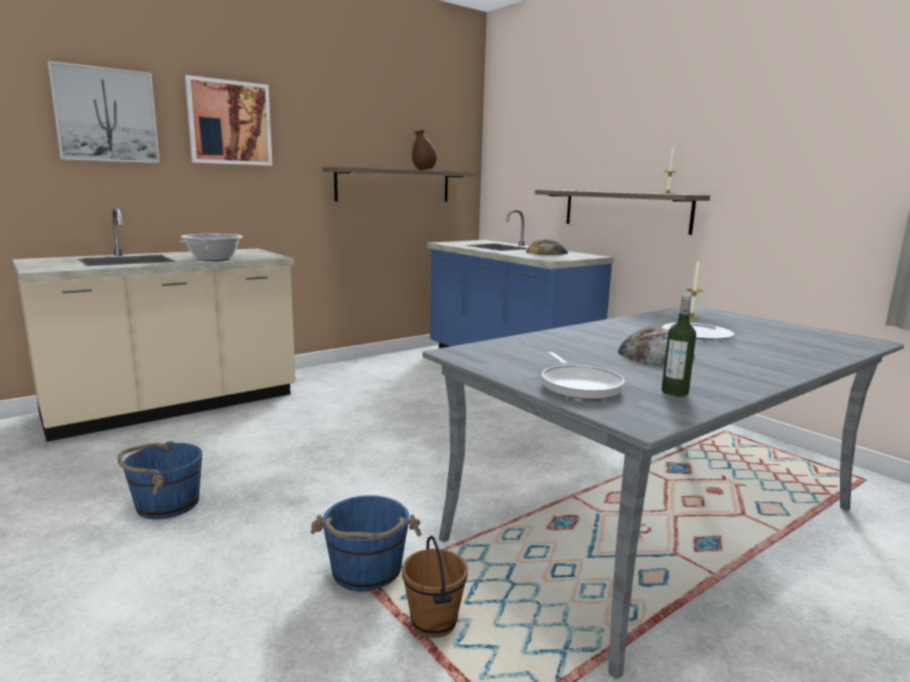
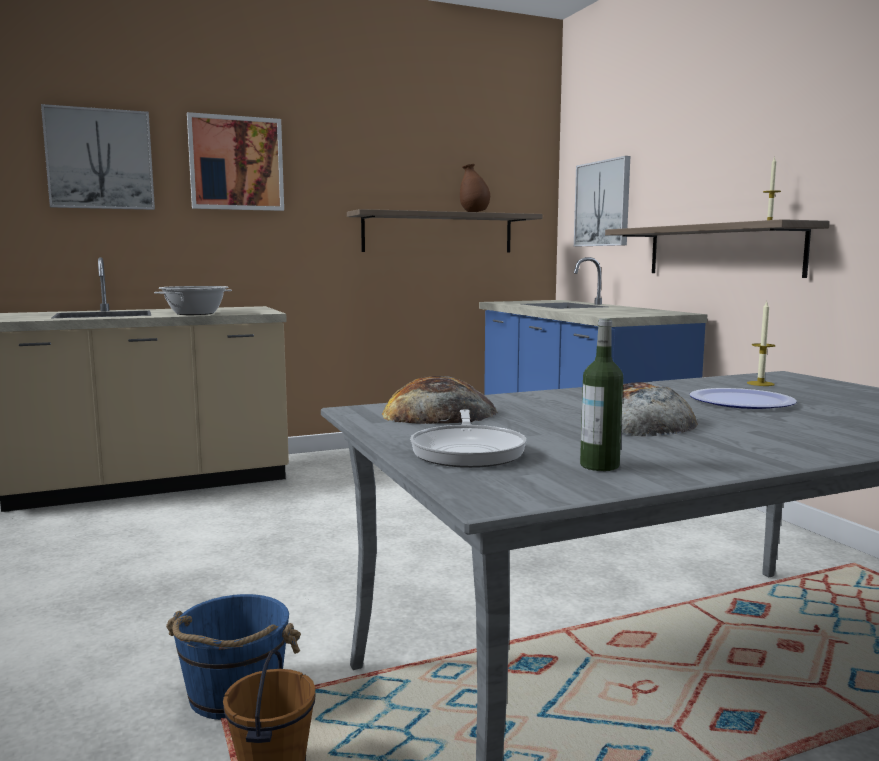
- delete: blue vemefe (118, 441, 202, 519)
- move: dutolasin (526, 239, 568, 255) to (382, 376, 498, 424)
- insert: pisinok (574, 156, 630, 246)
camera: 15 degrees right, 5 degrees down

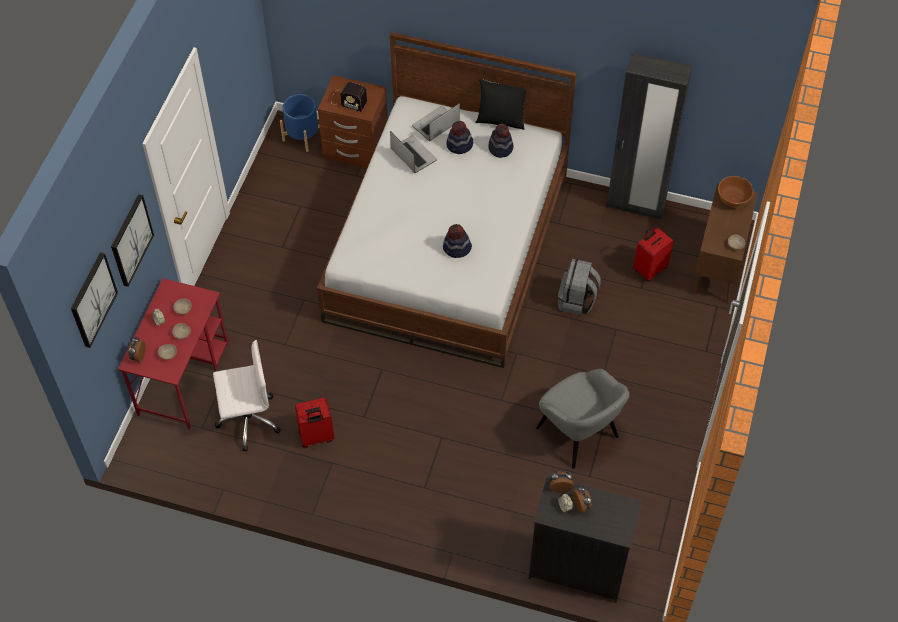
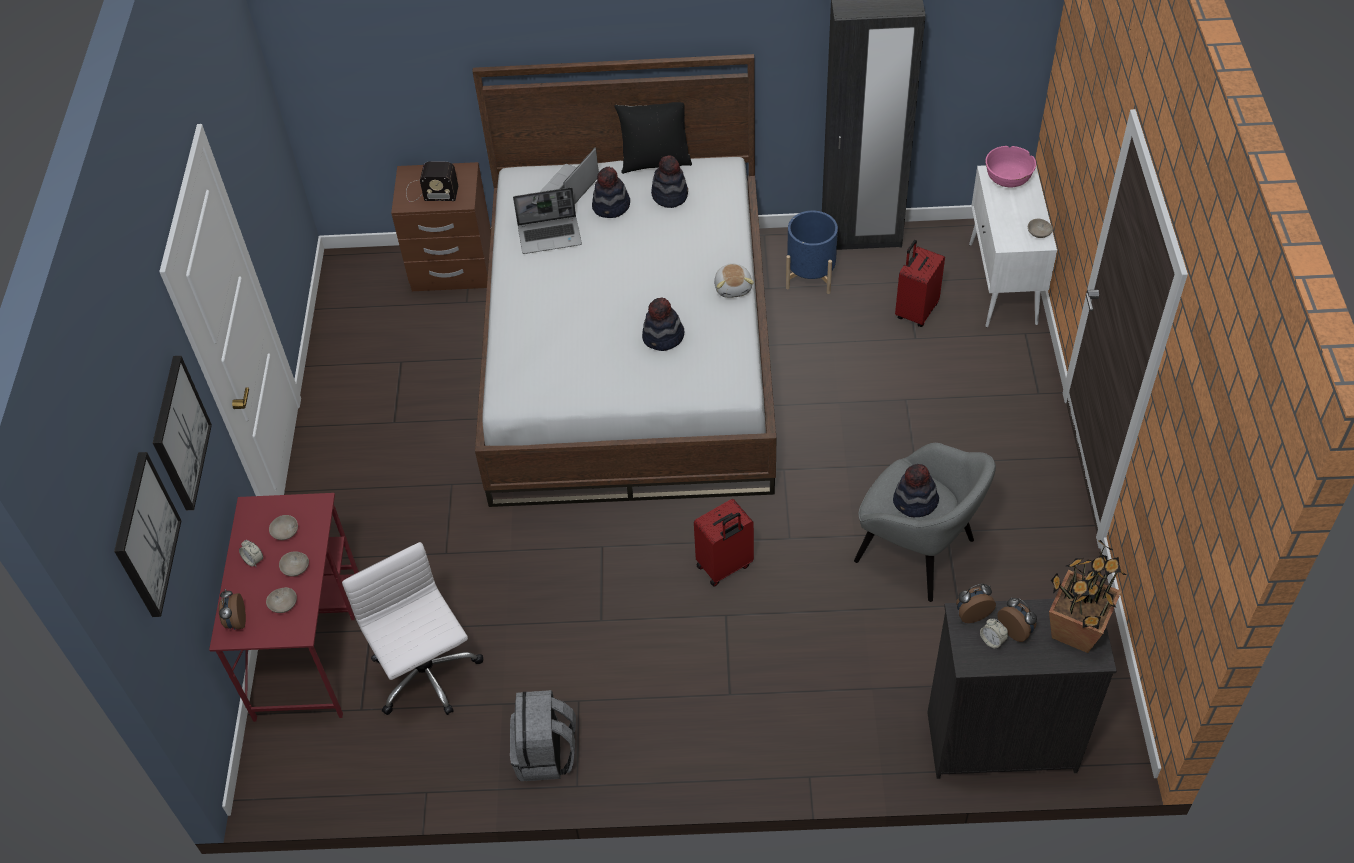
- rotate: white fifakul (213, 340, 281, 452) = (342, 542, 484, 715) 90 degrees counterclockwise
- move: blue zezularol (280, 94, 320, 152) to (786, 211, 838, 294)
- move: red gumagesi (295, 398, 334, 448) to (694, 499, 754, 587)
- rotate: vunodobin (390, 131, 437, 173) = (513, 187, 582, 254) 135 degrees clockwise
- move: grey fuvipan (558, 259, 601, 315) to (510, 690, 576, 781)
- recolor: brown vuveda (692, 183, 758, 303) to white vuveda (969, 165, 1057, 327)
- recolor: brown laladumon (718, 176, 754, 207) to pink laladumon (985, 146, 1036, 188)
- insert: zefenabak (714, 263, 754, 298)
- insert: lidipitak (893, 464, 939, 518)
- insert: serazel (1049, 540, 1126, 653)
camera: 15 degrees left, 5 degrees down

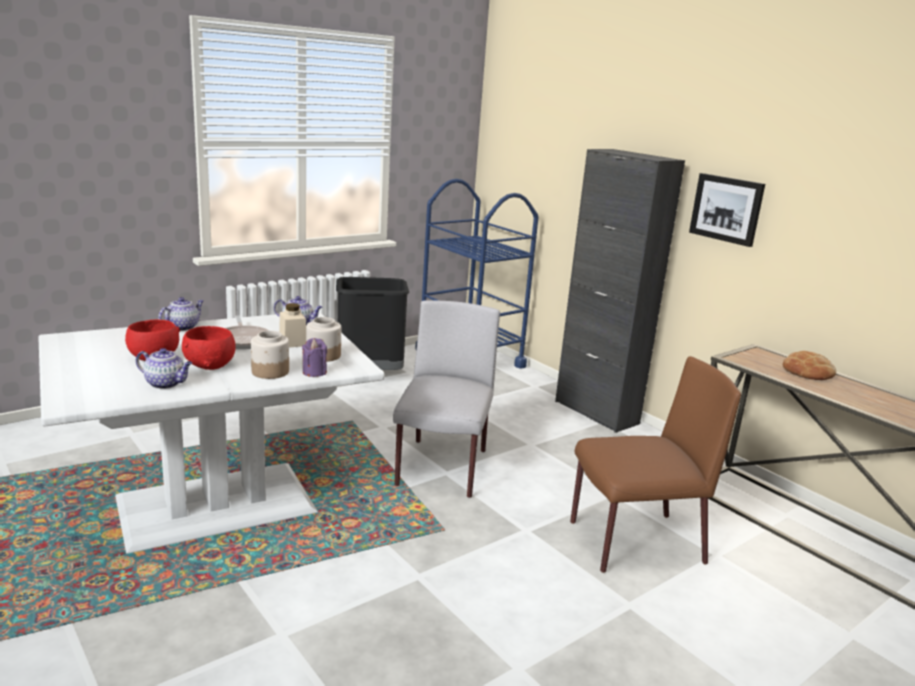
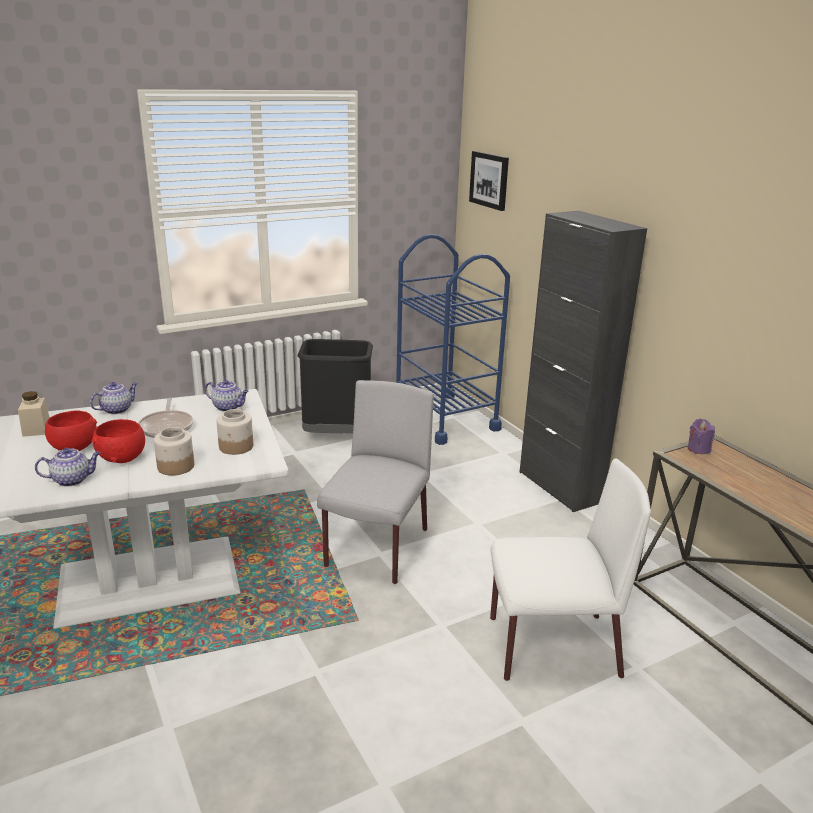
- rotate: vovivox (136, 348, 192, 389) = (35, 448, 101, 487) 45 degrees counterclockwise
- move: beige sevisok (279, 303, 306, 348) to (18, 391, 50, 437)
- move: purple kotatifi (302, 338, 327, 377) to (688, 419, 715, 454)
- recolor: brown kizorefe (570, 356, 741, 573) to white kizorefe (490, 458, 651, 681)
- move: pisinok (689, 173, 765, 247) to (469, 151, 509, 211)
- delete: dutolasin (783, 351, 836, 380)
camera: 10 degrees right, 5 degrees up

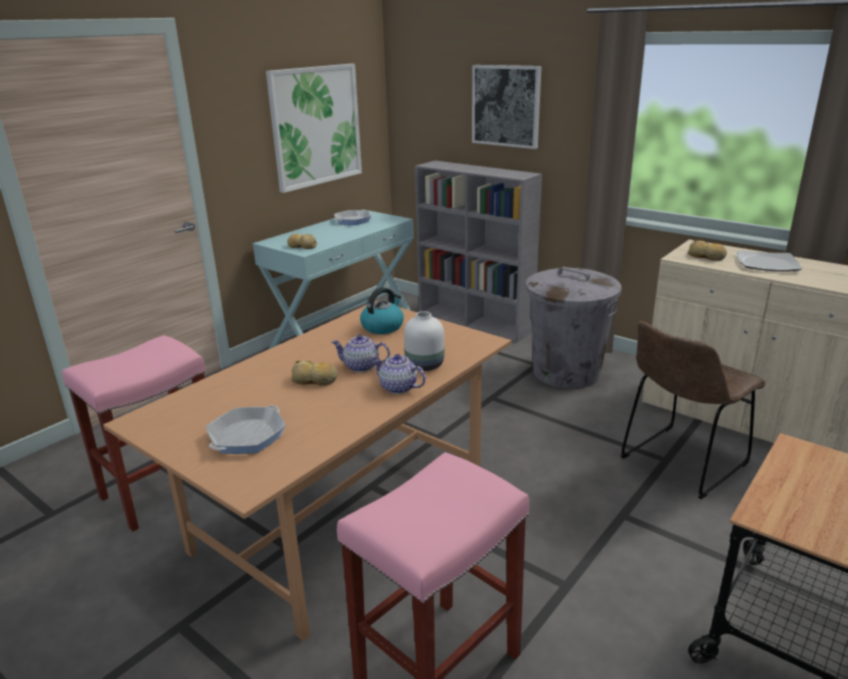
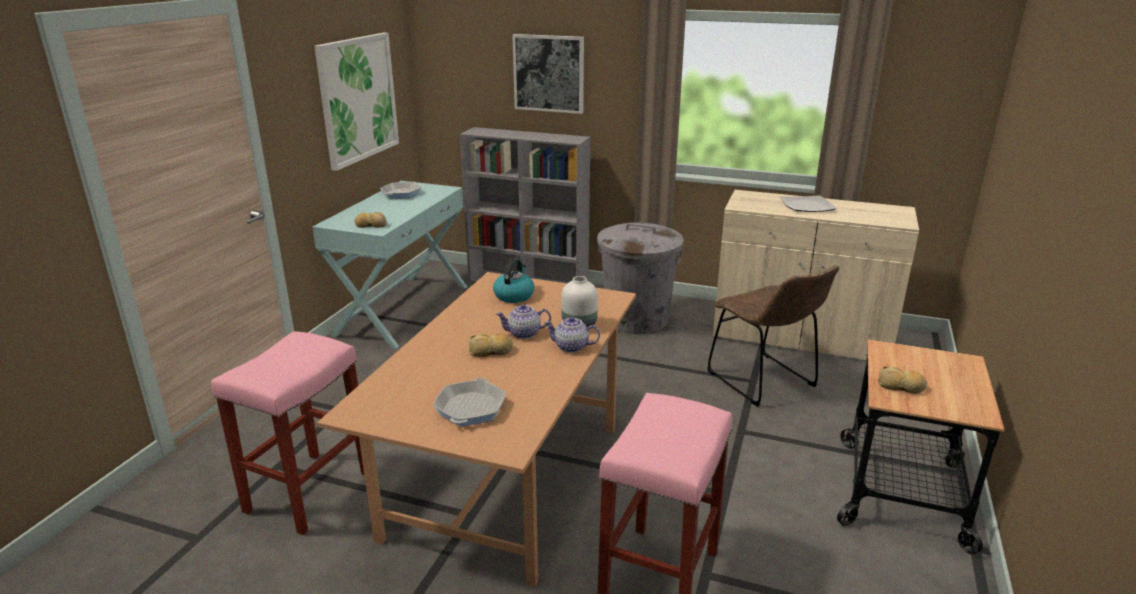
- rotate: brown kizorefe (621, 321, 766, 499) = (707, 265, 839, 407) 60 degrees counterclockwise
- move: dutolasin (687, 240, 727, 261) to (878, 366, 927, 394)
camera: 20 degrees left, 0 degrees up

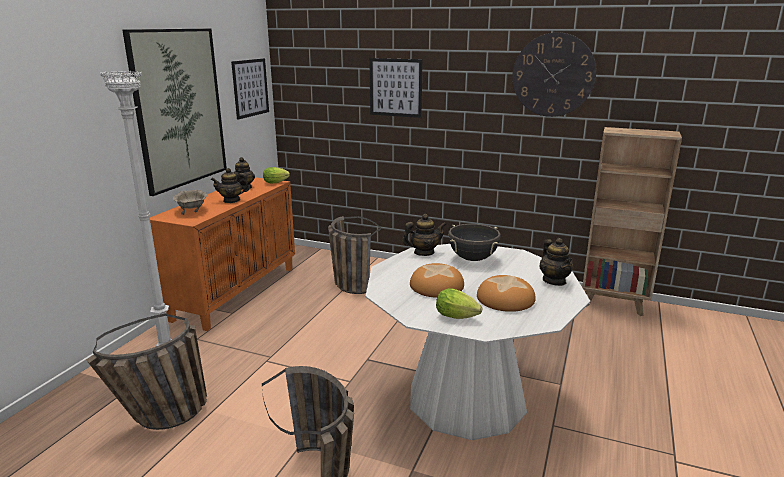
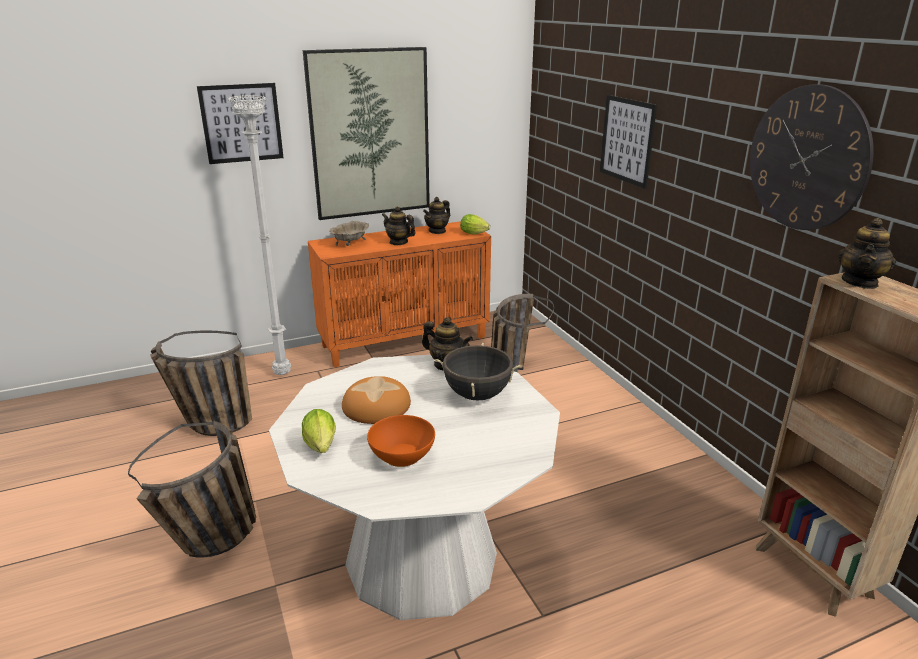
- move: pisinok (231, 58, 269, 120) to (197, 83, 284, 164)
- replace: dutolasin (477, 275, 536, 312) to orange laladumon (367, 415, 435, 467)
- move: vovivox (539, 238, 573, 286) to (838, 218, 896, 289)
camera: 45 degrees right, 5 degrees up

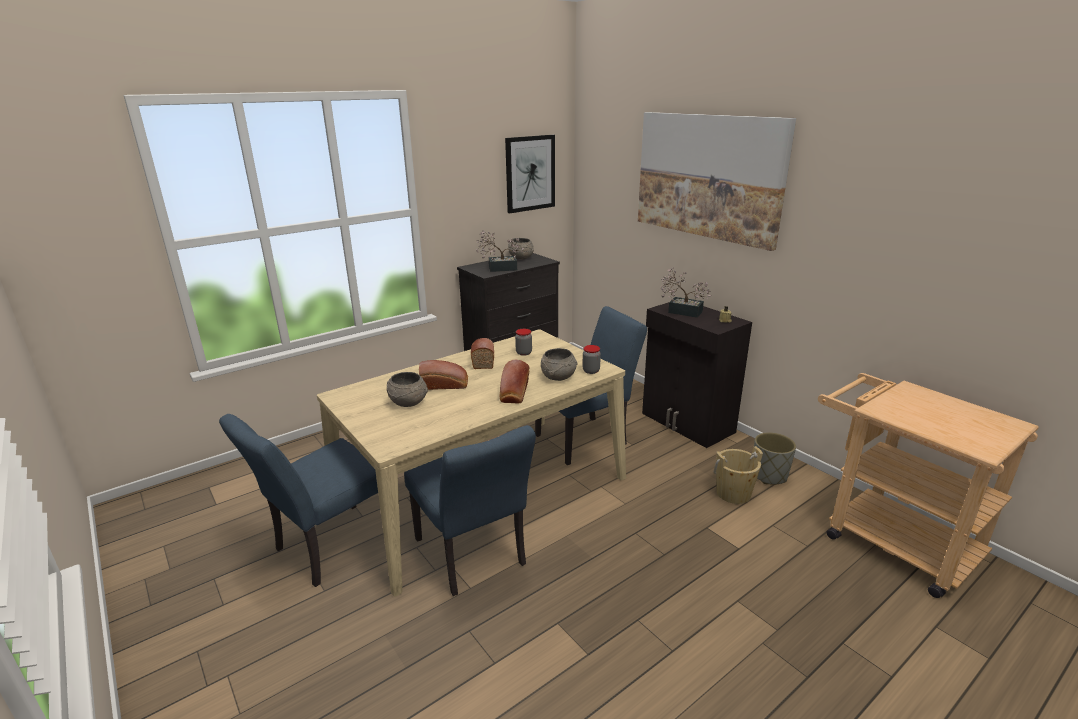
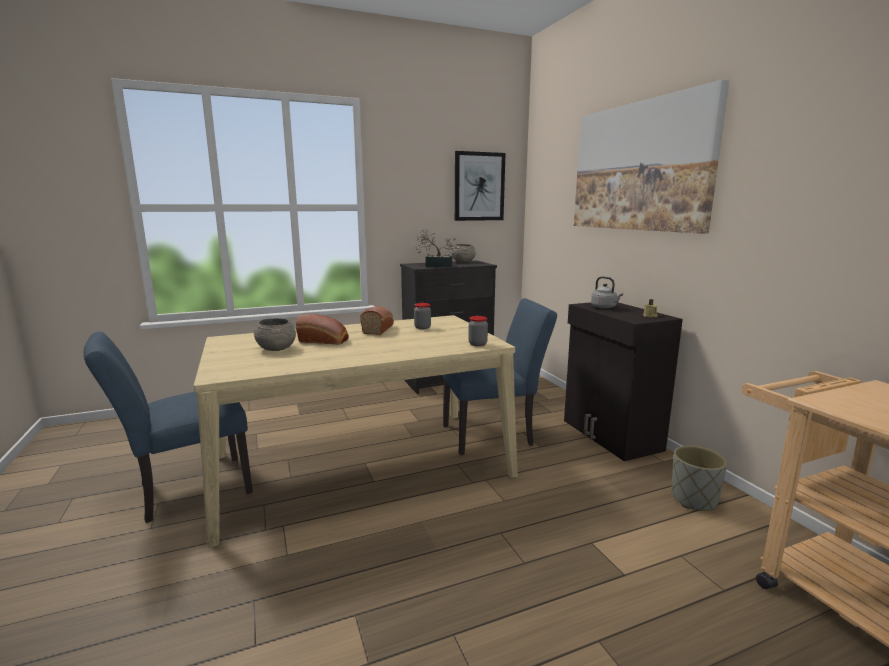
- delete: blue kizorefe (404, 425, 536, 596)
- delete: dutolasin (499, 360, 529, 403)
- delete: grey laladumon (541, 348, 577, 381)
- replace: serazel (661, 267, 711, 318) to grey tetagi (591, 276, 623, 309)
- delete: beige vemefe (714, 446, 763, 504)
camera: 15 degrees right, 10 degrees down

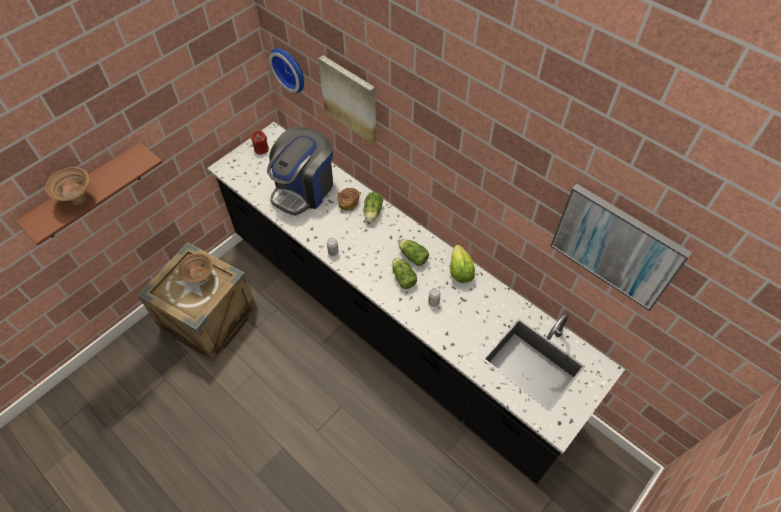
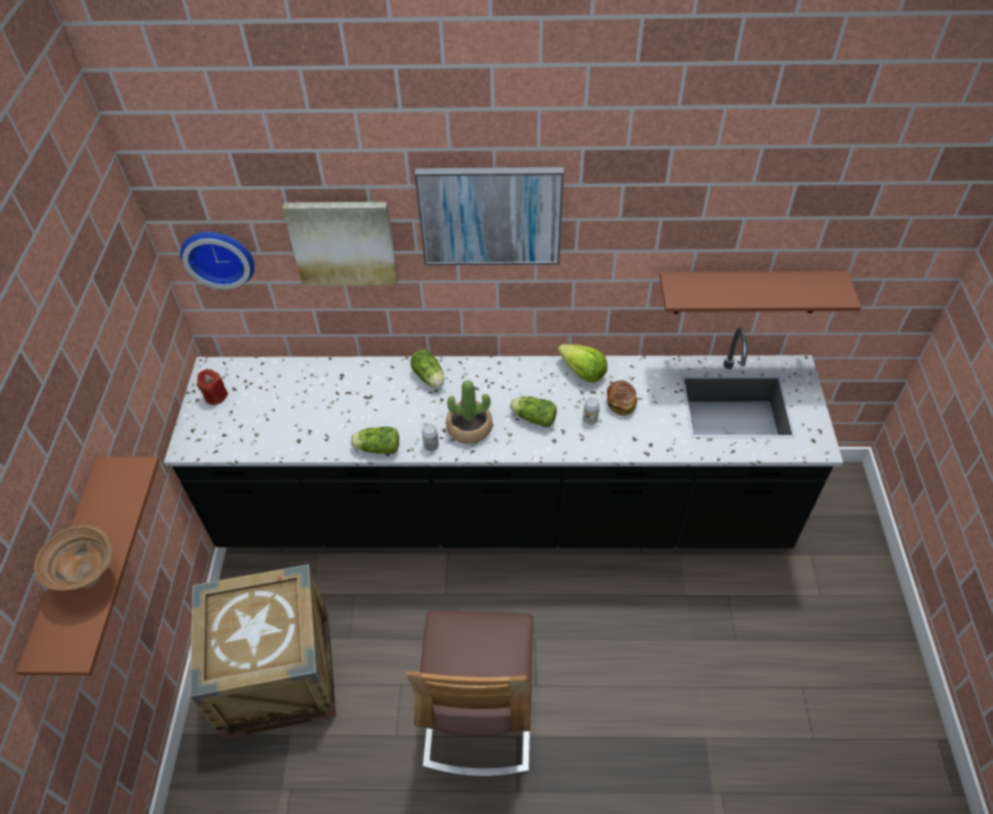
- delete: brown laladumon (178, 253, 213, 283)
- delete: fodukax (267, 127, 333, 216)
- move: dutolasin (337, 188, 360, 211) to (607, 380, 637, 416)
- move: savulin (399, 239, 429, 266) to (351, 427, 399, 454)
- move: pisinok (550, 184, 692, 311) to (415, 167, 564, 265)
- insert: kizorefe (406, 610, 533, 776)
- insert: serazel (446, 380, 492, 444)
- insert: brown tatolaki (660, 271, 861, 314)
camera: 40 degrees left, 5 degrees down

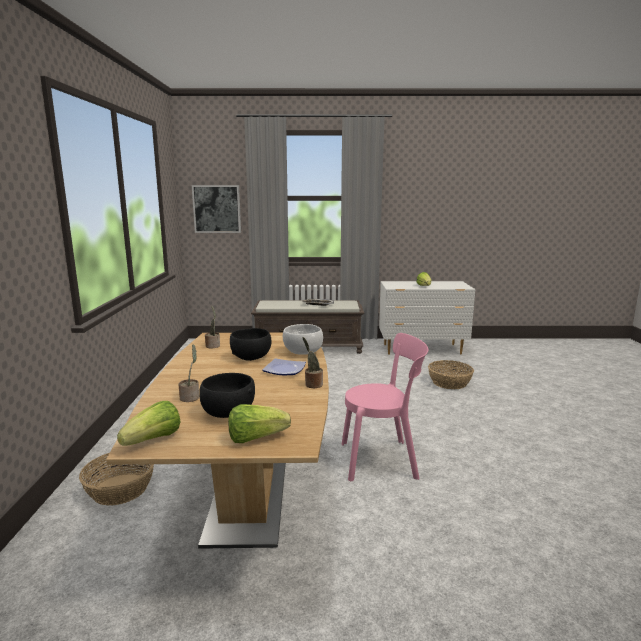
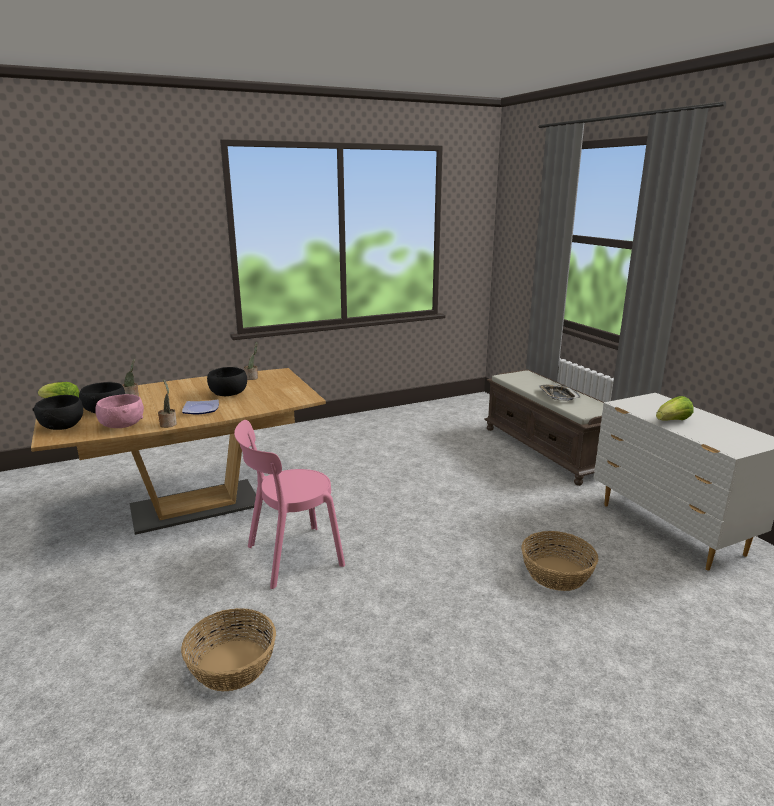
- move: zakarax (79, 453, 154, 505) to (181, 608, 276, 691)
- delete: pisinok (192, 185, 241, 233)
- replace: savulin (228, 404, 291, 443) to black laladumon (32, 395, 83, 430)
- delete: white laladumon (283, 324, 323, 355)
- rotate: pink kizorefe (342, 333, 428, 481) = (234, 420, 345, 589) 90 degrees clockwise
- insert: pink laladumon (95, 394, 144, 428)
camera: 65 degrees right, 5 degrees up

